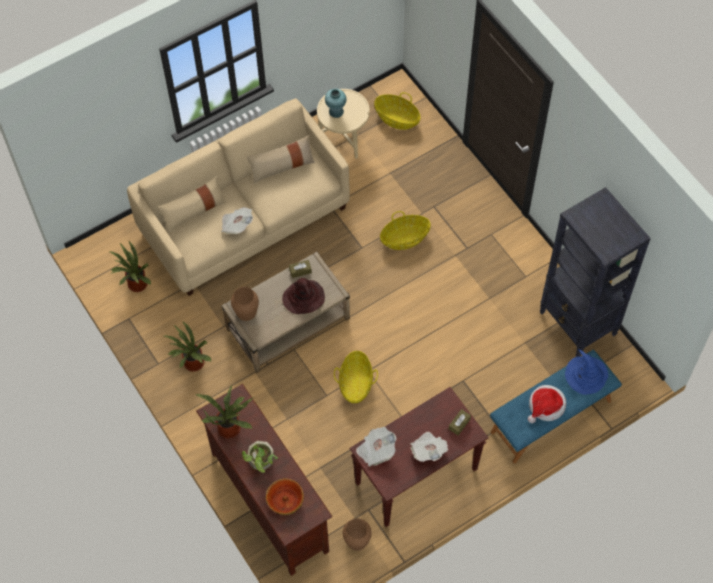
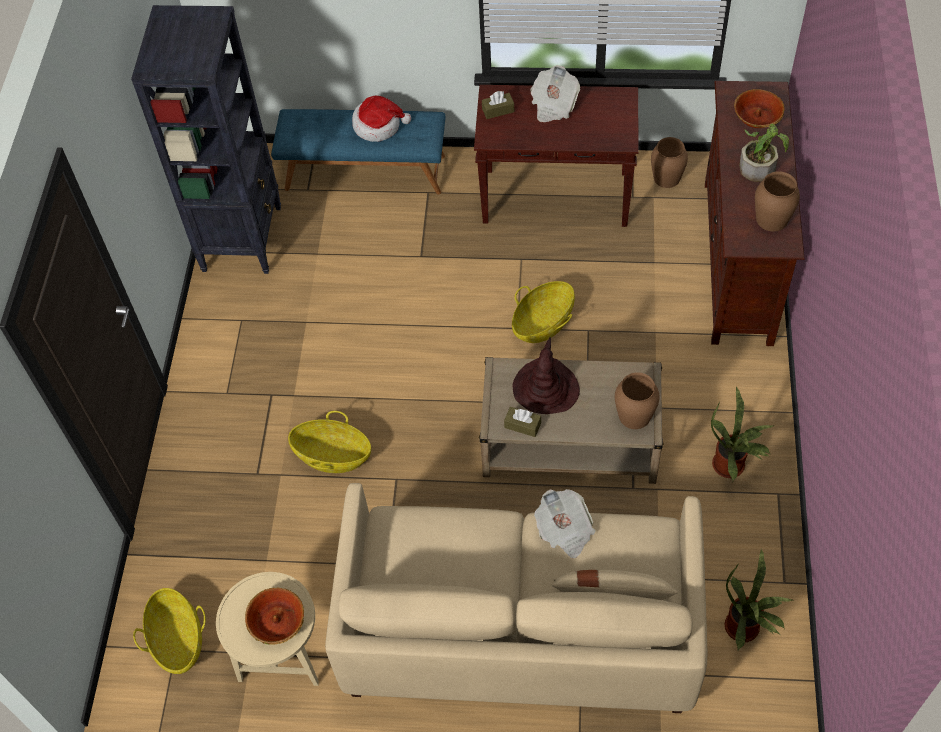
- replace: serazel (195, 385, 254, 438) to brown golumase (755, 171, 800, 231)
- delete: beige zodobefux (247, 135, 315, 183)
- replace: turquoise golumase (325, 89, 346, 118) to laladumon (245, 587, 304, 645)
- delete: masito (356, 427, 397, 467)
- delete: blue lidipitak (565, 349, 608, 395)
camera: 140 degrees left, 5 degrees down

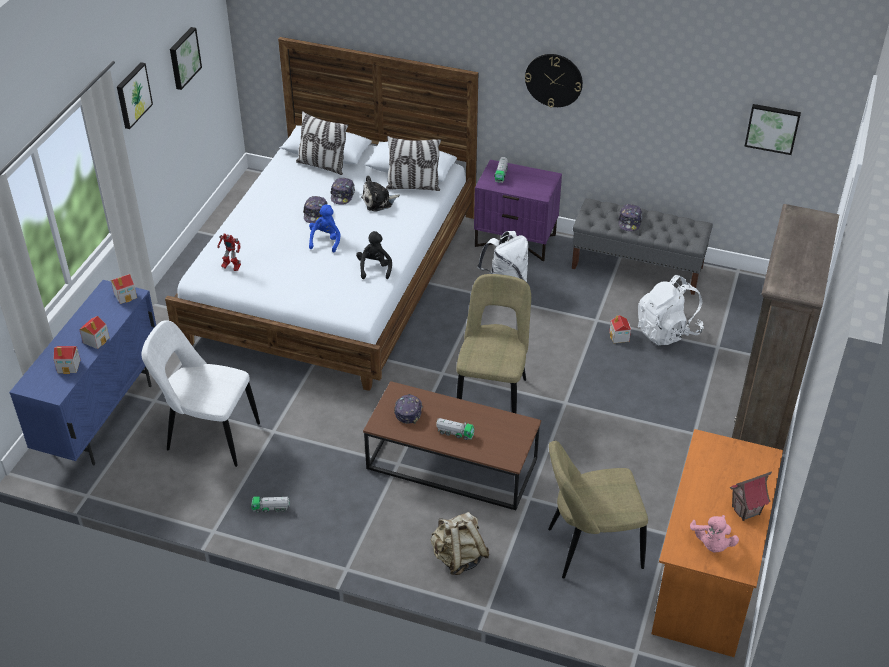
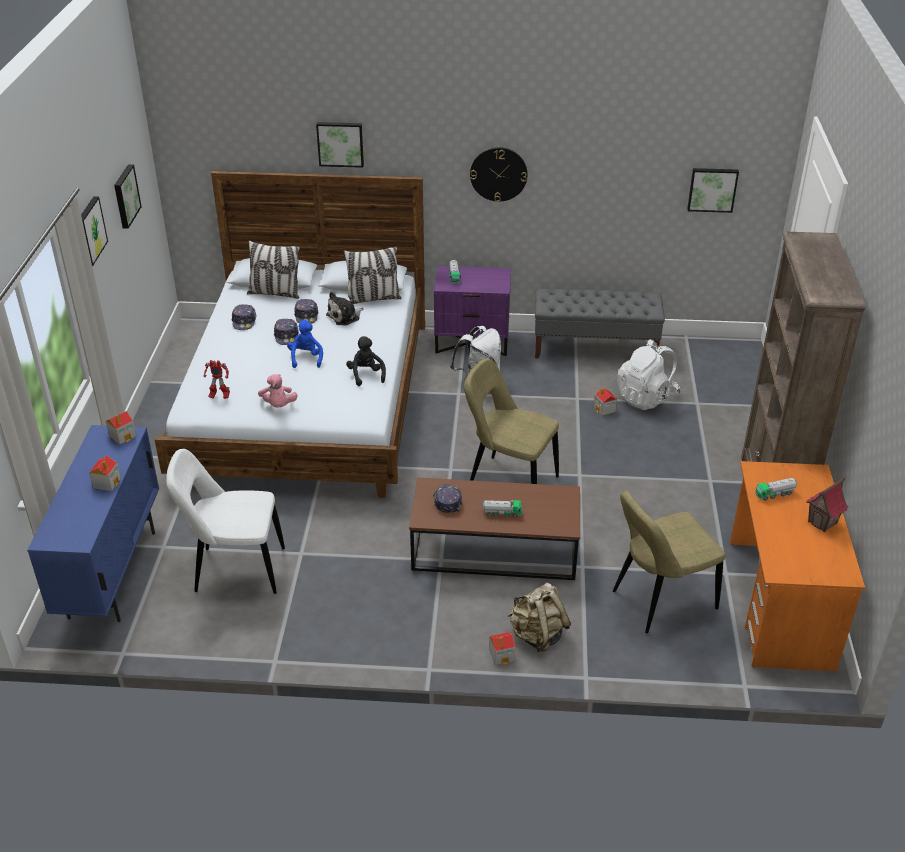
- move: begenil (53, 346, 80, 374) to (489, 632, 515, 665)
- move: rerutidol (251, 496, 290, 513) to (755, 478, 797, 501)
- rotate: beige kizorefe (456, 274, 531, 414) = (464, 359, 559, 484) 60 degrees counterclockwise
- move: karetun (618, 204, 643, 231) to (231, 304, 256, 330)
- move: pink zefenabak (690, 515, 739, 552) to (258, 374, 298, 407)
- insert: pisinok (316, 122, 364, 168)
camera: 15 degrees left, 5 degrees down

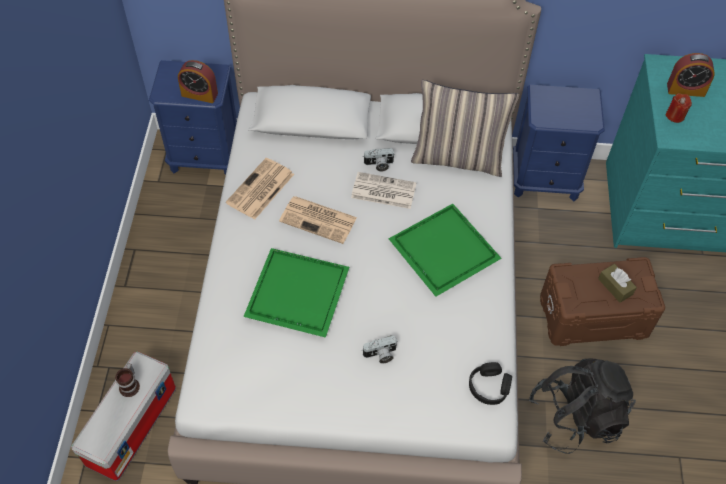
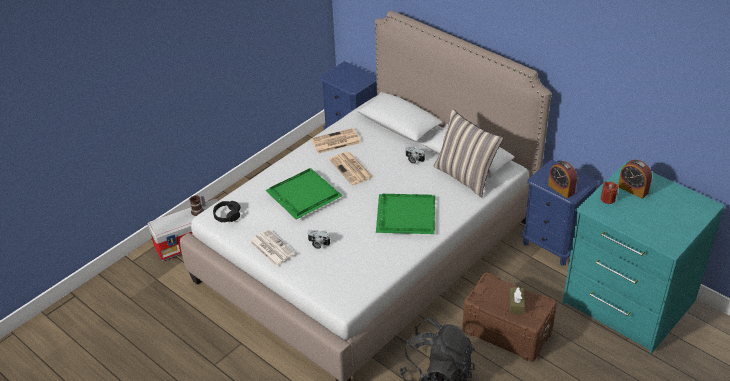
- move: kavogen (178, 60, 218, 103) to (548, 161, 577, 198)
- move: masito (351, 172, 417, 209) to (250, 229, 296, 266)
- move: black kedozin (469, 362, 512, 405) to (213, 201, 241, 222)
camera: 40 degrees right, 15 degrees down

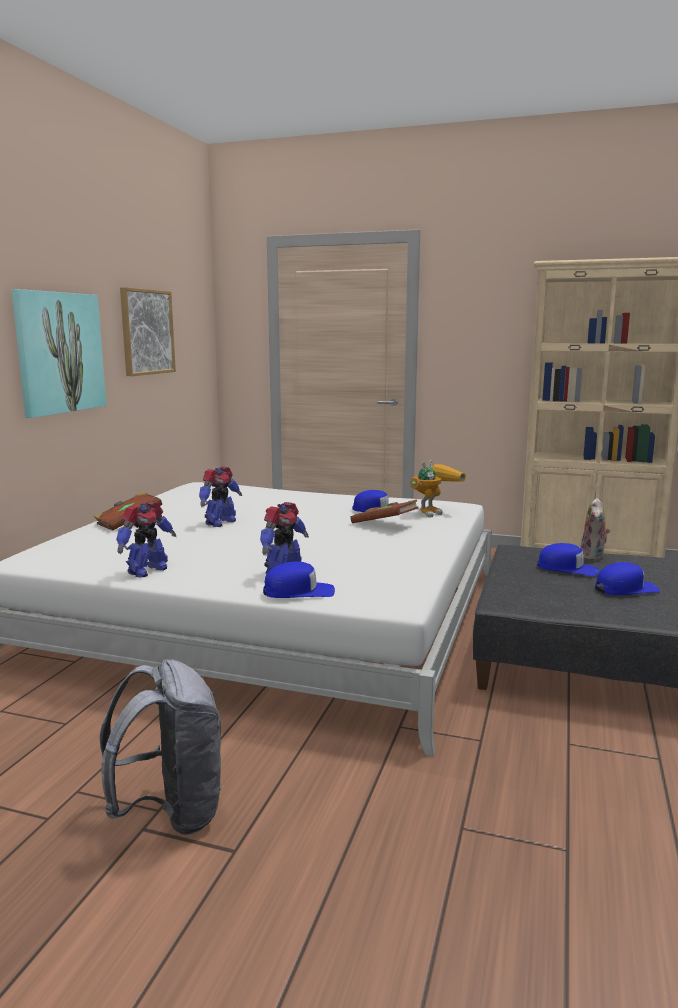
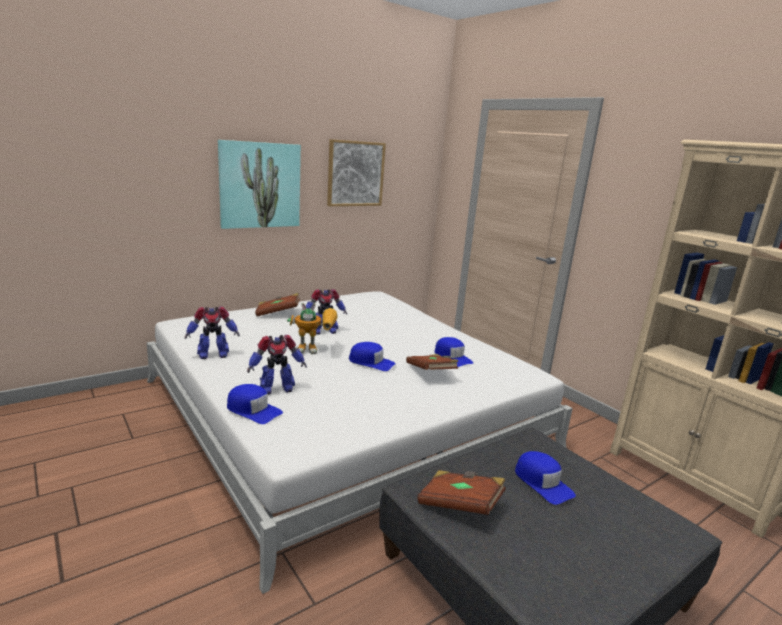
- delete: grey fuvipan (100, 659, 223, 835)
- move: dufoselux (410, 460, 466, 518) to (287, 303, 338, 354)
- delete: zefenabak (580, 498, 610, 561)
- move: blue karetun (595, 562, 660, 595) to (349, 342, 396, 371)
- insert: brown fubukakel (417, 470, 506, 515)
camera: 35 degrees right, 5 degrees up

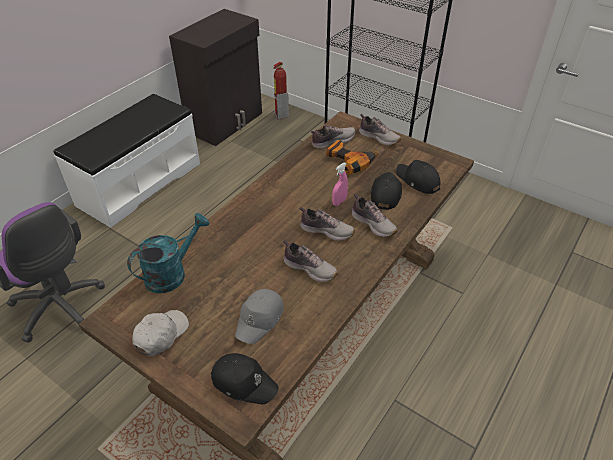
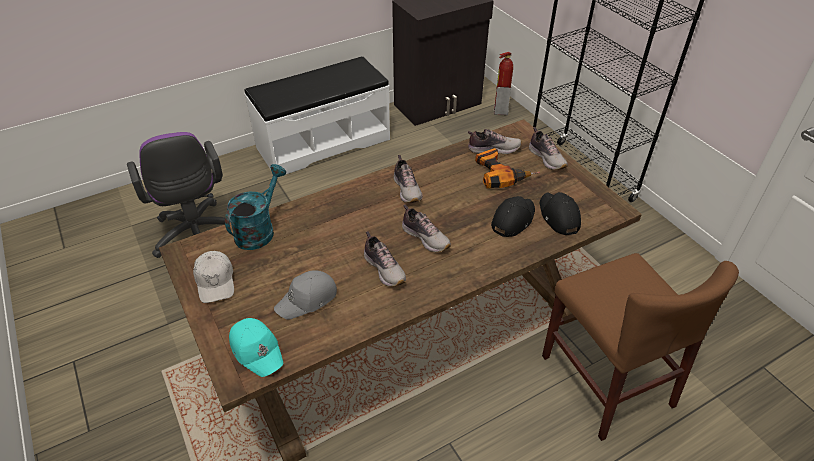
- rotate: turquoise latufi (127, 213, 209, 293) = (225, 164, 286, 250) 45 degrees counterclockwise
- rotate: white karetun (132, 310, 189, 356) = (193, 251, 234, 303) 105 degrees clockwise
- recolor: black karetun (211, 353, 279, 404) to turquoise karetun (229, 318, 283, 377)
- delete: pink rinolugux (332, 163, 348, 206)
- move: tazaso (352, 193, 397, 237) to (394, 155, 423, 203)
- insert: brown kizorefe (542, 253, 739, 441)
camera: 25 degrees right, 0 degrees up

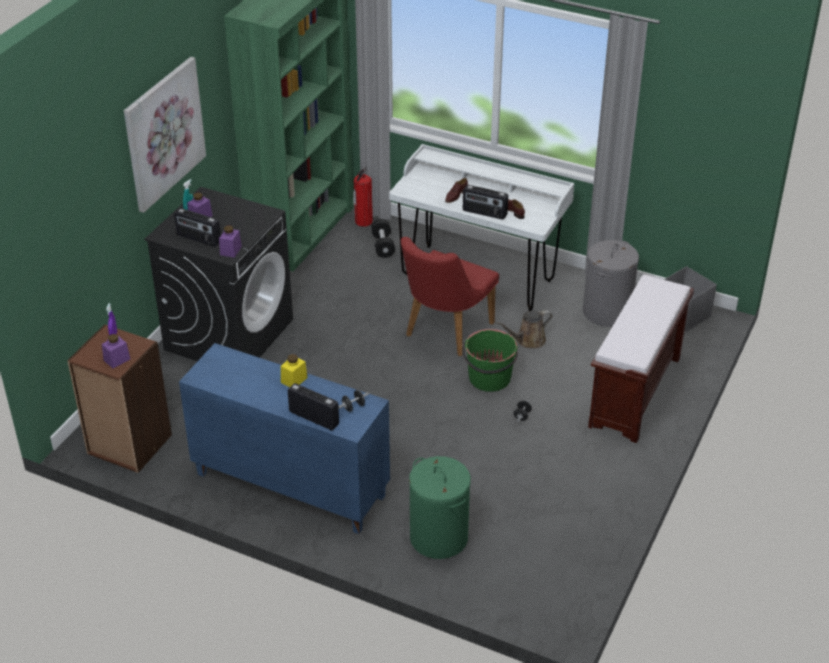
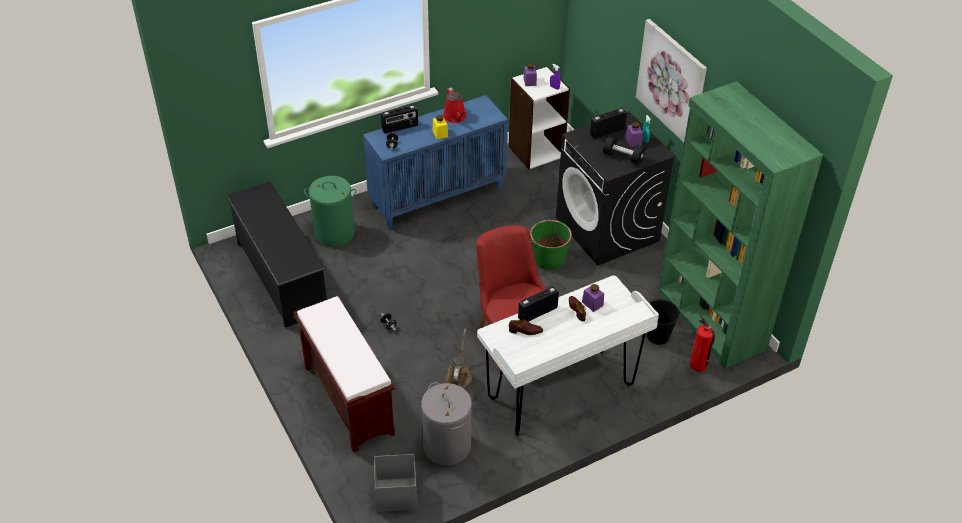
- recolor: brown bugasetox (67, 324, 172, 473) to white bugasetox (508, 66, 570, 169)
- move: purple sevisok (219, 225, 242, 258) to (582, 284, 604, 312)
- move: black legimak (371, 219, 395, 258) to (603, 136, 645, 165)
- move: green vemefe (462, 329, 518, 392) to (530, 220, 572, 270)
- insert: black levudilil (226, 181, 327, 328)
- insert: red latufi (443, 88, 466, 123)
- insert: black vemefe (647, 299, 680, 345)
camera: 125 degrees right, 5 degrees up

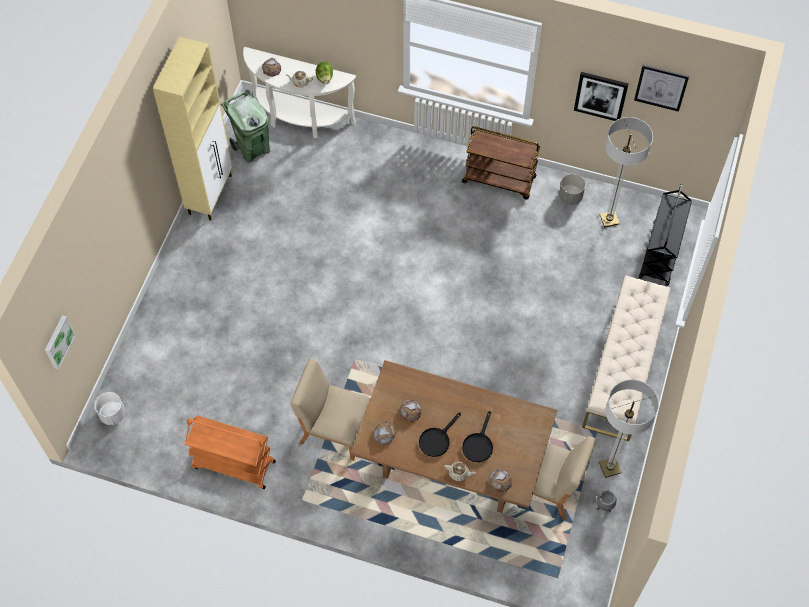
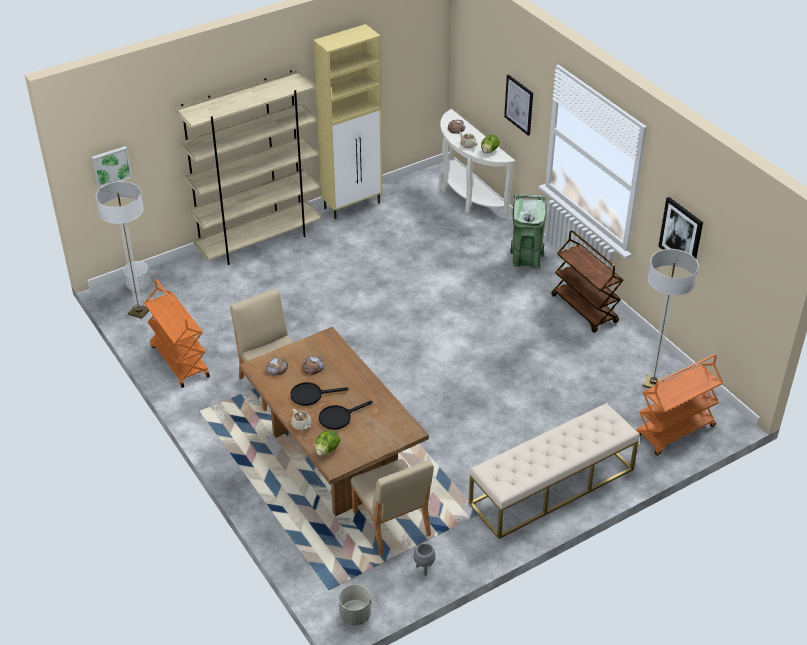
- move: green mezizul (221, 90, 270, 163) to (510, 194, 546, 268)
- replace: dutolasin (489, 469, 512, 492) to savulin (315, 430, 341, 456)
- move: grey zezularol (559, 174, 585, 205) to (339, 584, 371, 626)
- move: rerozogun (599, 379, 659, 478) to (96, 181, 149, 319)
- move: pisinok (634, 65, 689, 112) to (504, 74, 533, 136)
- recolor: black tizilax (639, 184, 692, 286) to orange tizilax (636, 354, 723, 456)
- insert: beige bugasetox (175, 70, 322, 265)
camera: 40 degrees right, 20 degrees down

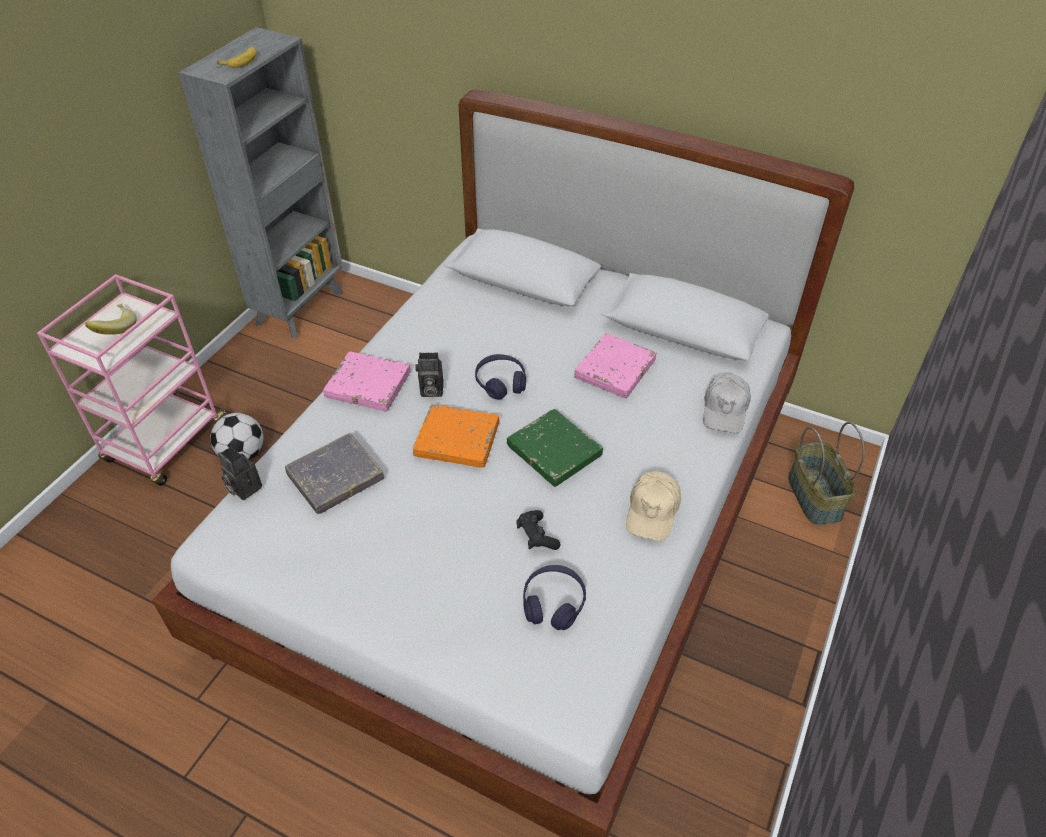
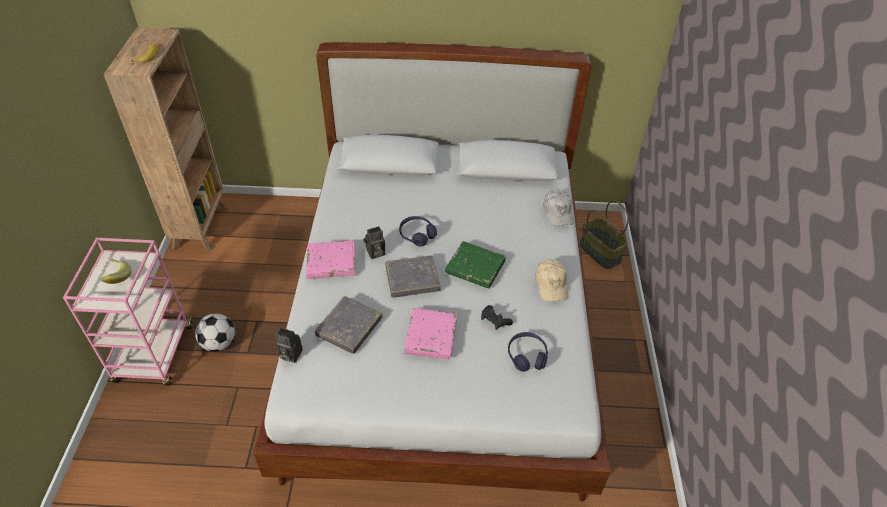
- recolor: grey bugasetox (179, 27, 343, 339) to brown bugasetox (103, 28, 228, 252)
- recolor: orange fubukakel (413, 404, 500, 468) to grey fubukakel (385, 256, 441, 298)
- move: pink fubukakel (574, 333, 657, 398) to (404, 308, 457, 359)
camera: 25 degrees left, 0 degrees up

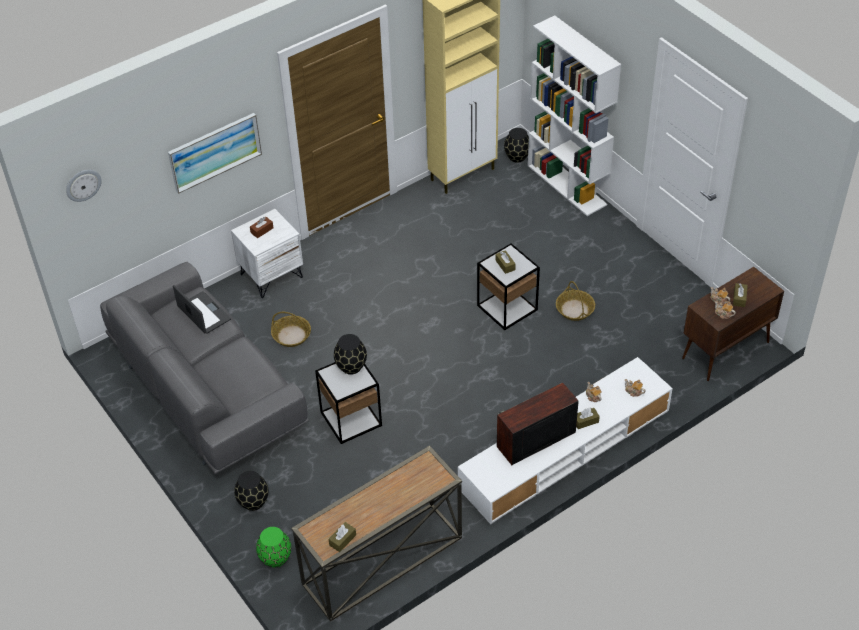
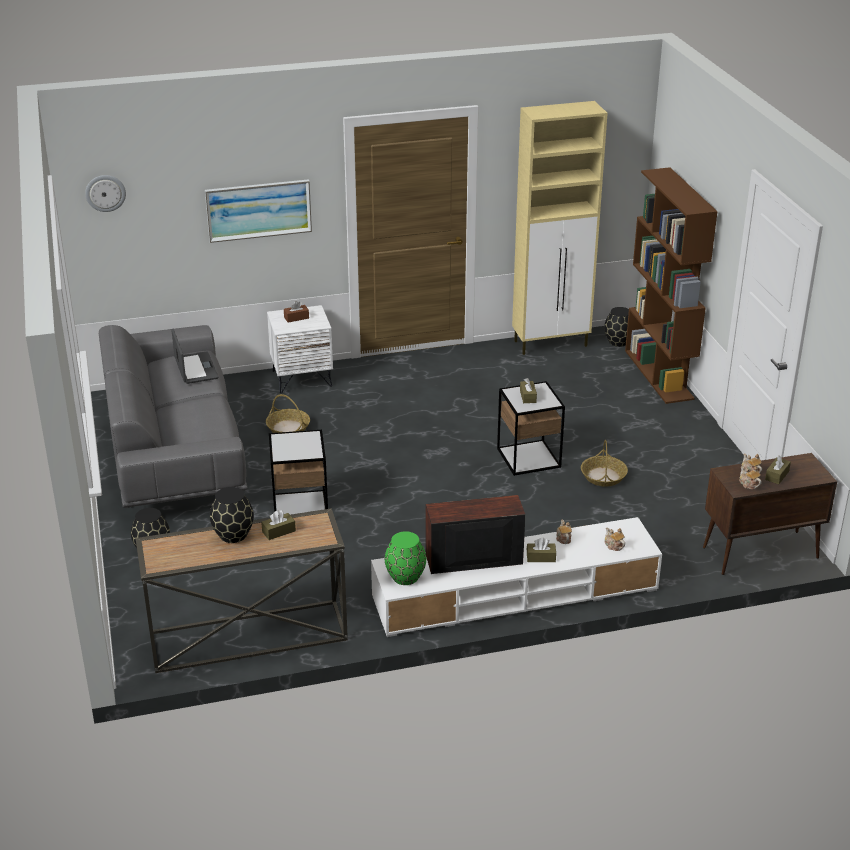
- move: green golumase (256, 527, 291, 567) to (385, 531, 426, 585)
- move: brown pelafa (329, 522, 356, 552) to (261, 510, 296, 540)
- move: black golumase (334, 334, 367, 375) to (210, 487, 254, 543)
- recolor: white bugasetox (528, 16, 621, 216) to brown bugasetox (625, 167, 718, 404)
camera: 20 degrees right, 15 degrees down

